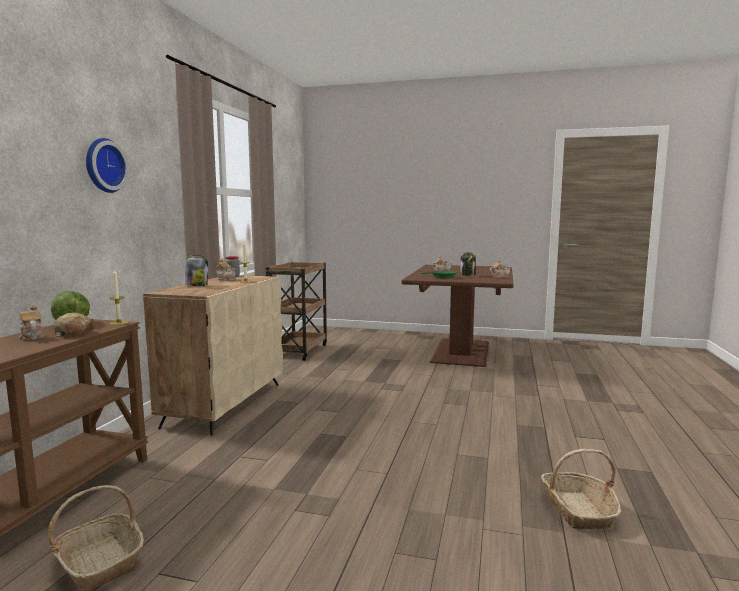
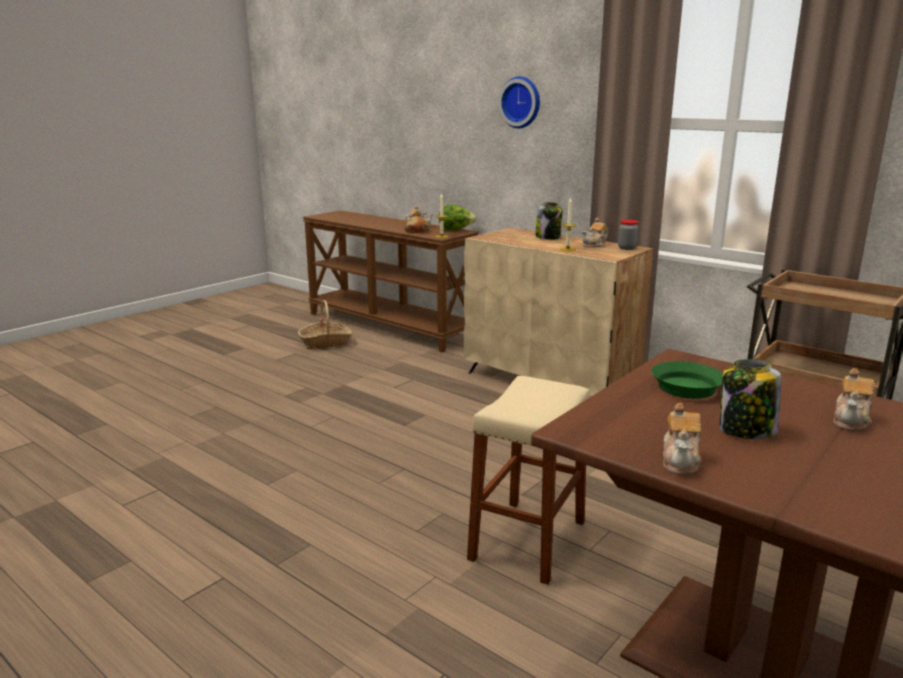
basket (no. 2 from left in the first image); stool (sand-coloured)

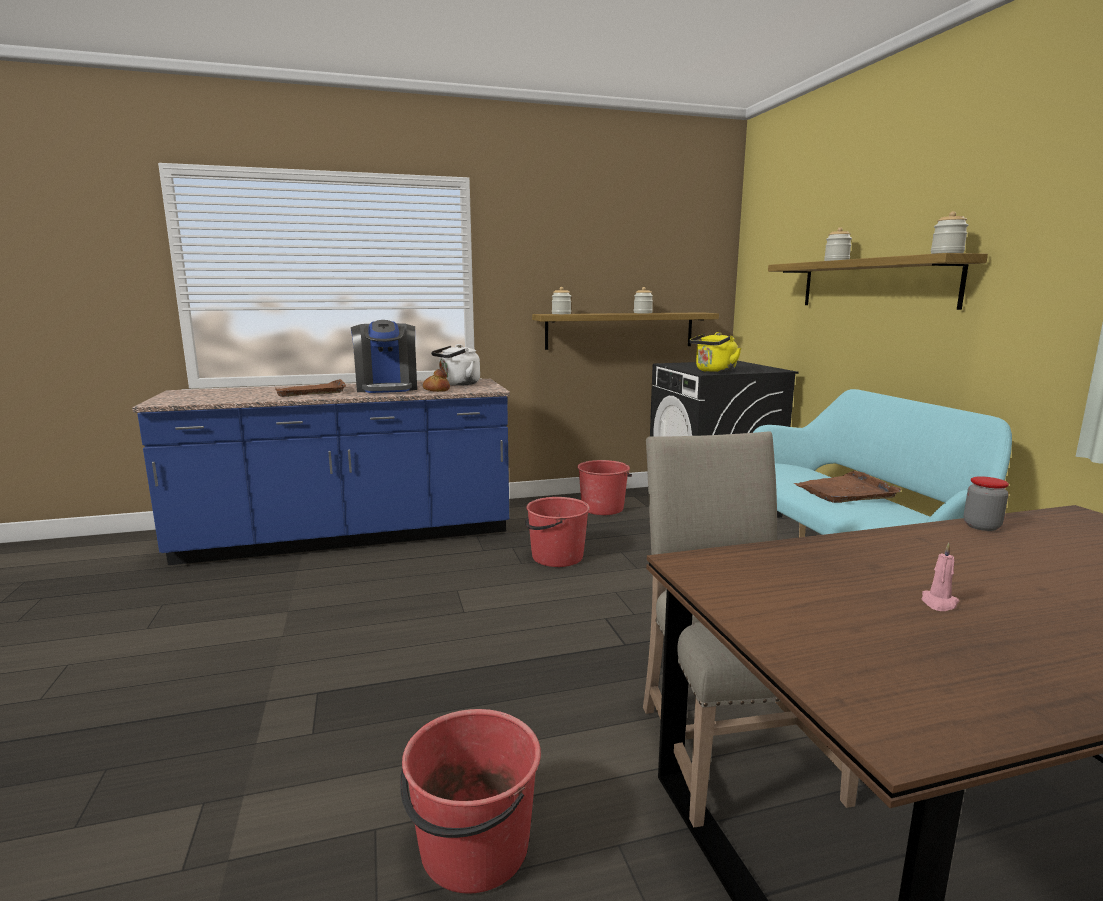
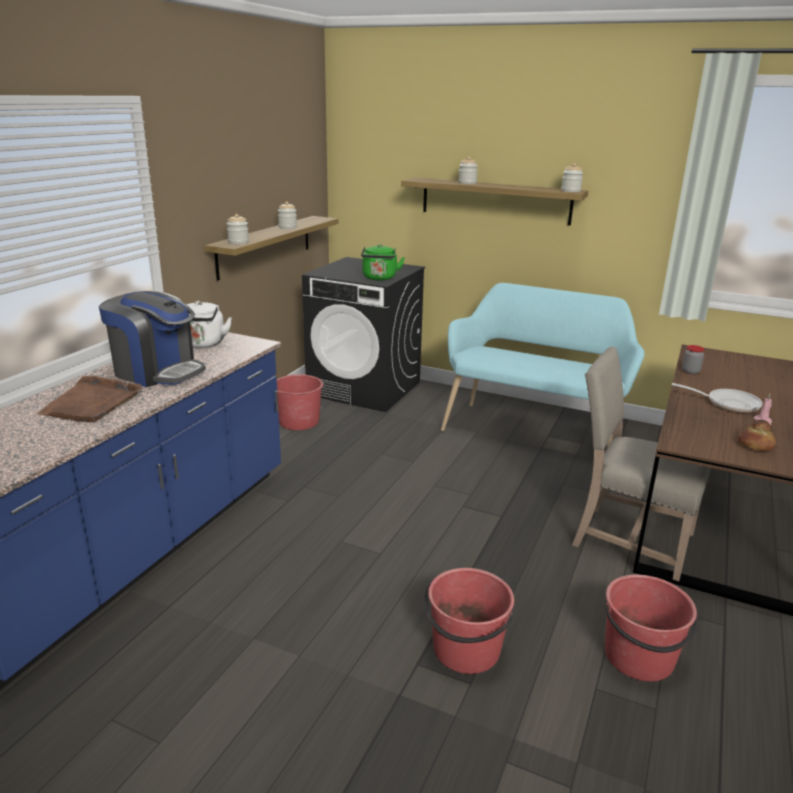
bakery bread; pail (reddish) (no. 2 from left); water kettle (green); tray (brown) (no. 2 from left in the first image); skillet

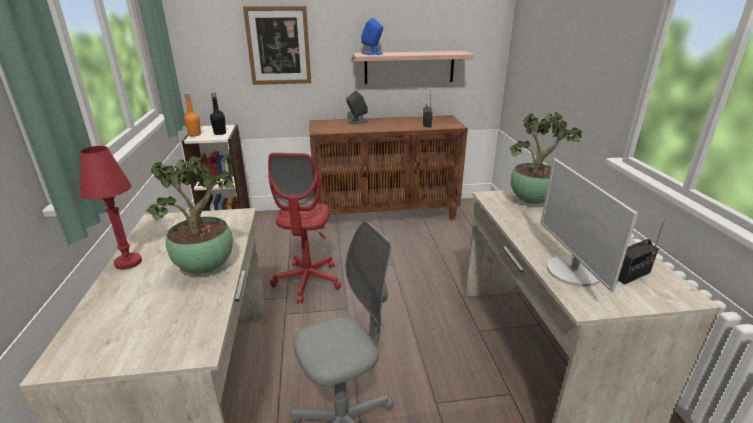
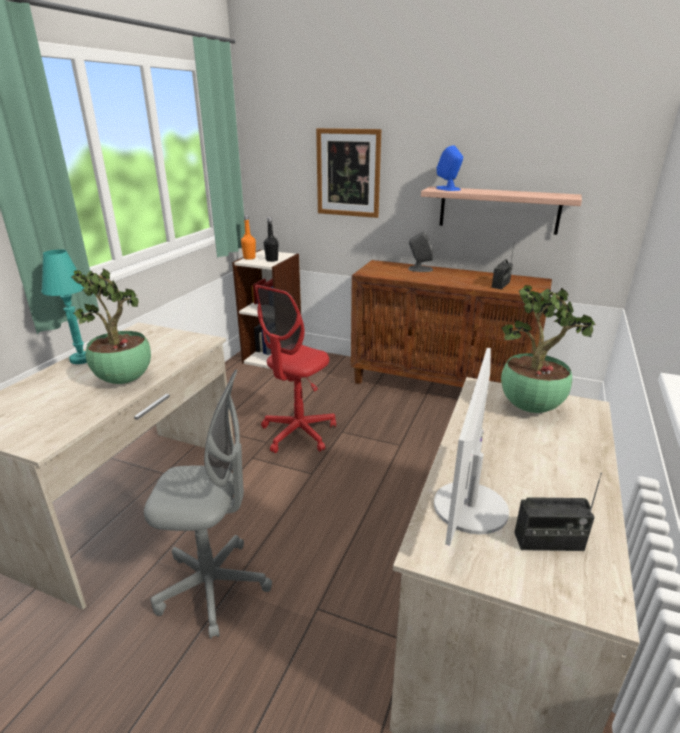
tabletop lamp (turquoise)

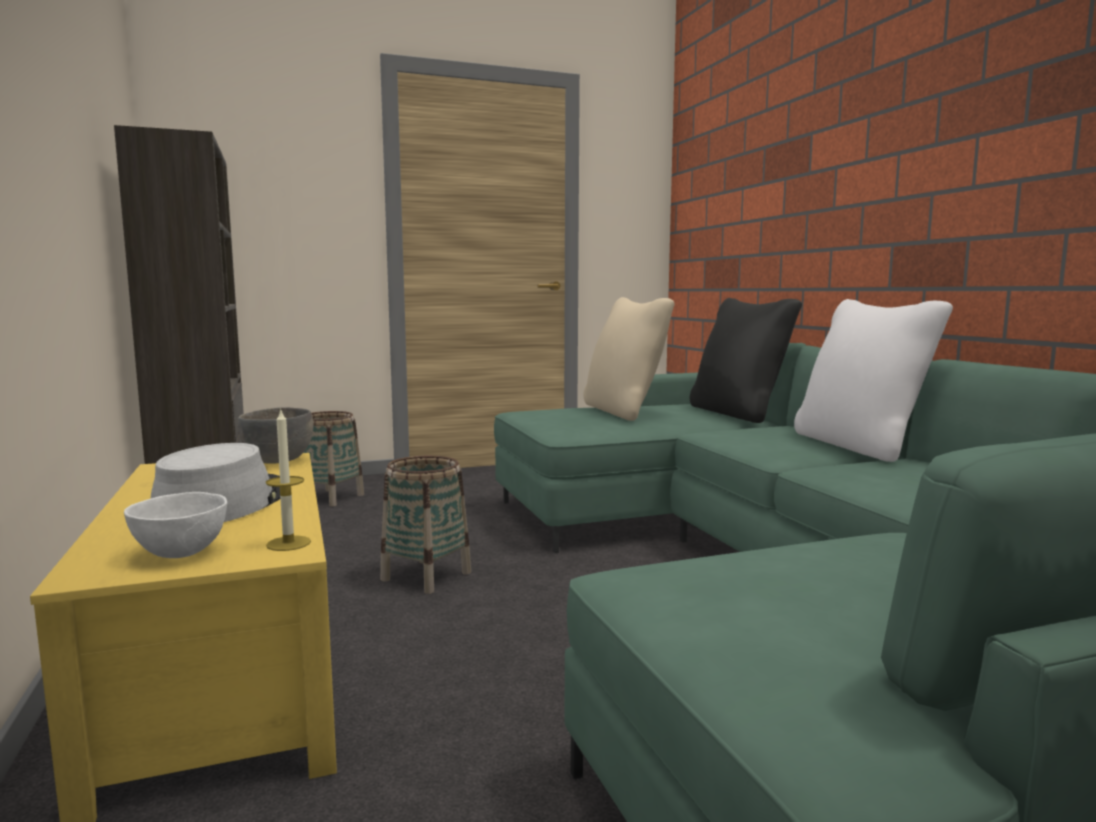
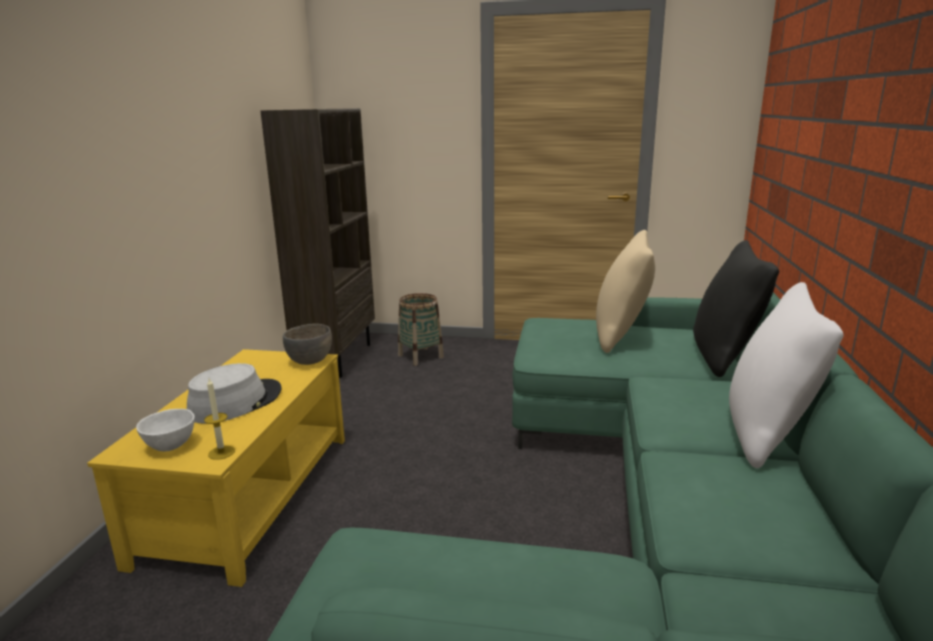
basket (no. 2 from left in the first image)

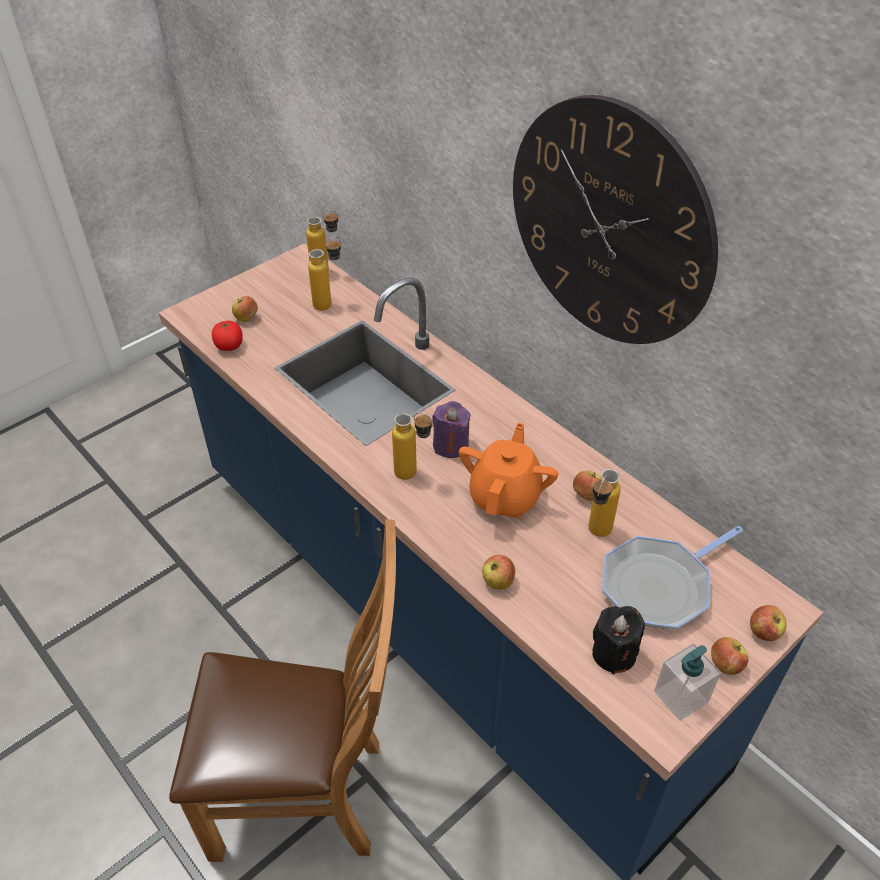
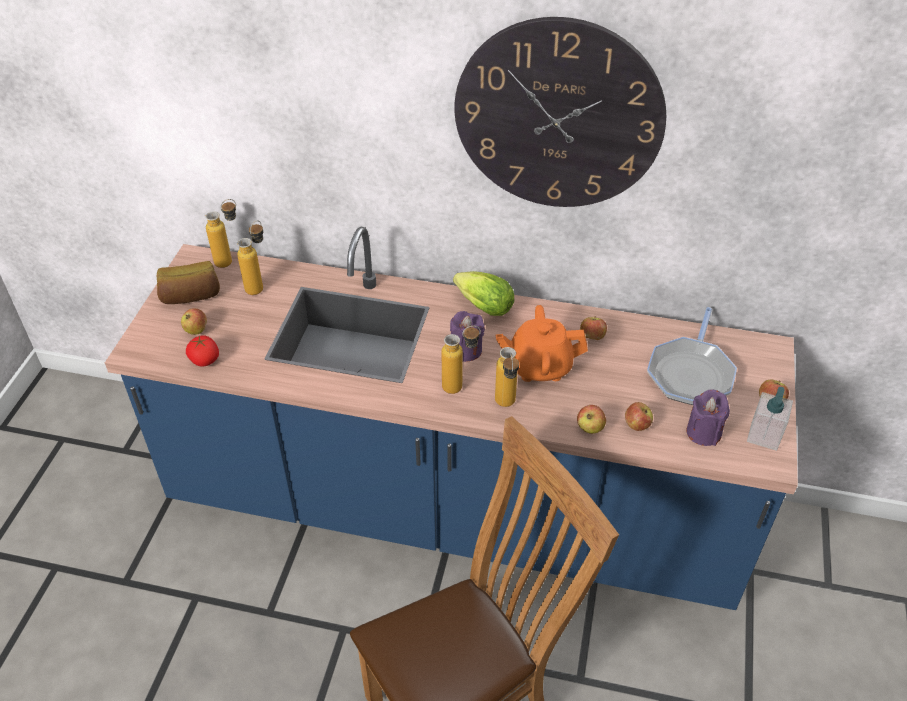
tea pot (orangey); drink bottle (no. 4 from left); candle (purplish) (no. 2 from left); whole apple (no. 4 from left); bakery bread; head of lettuce

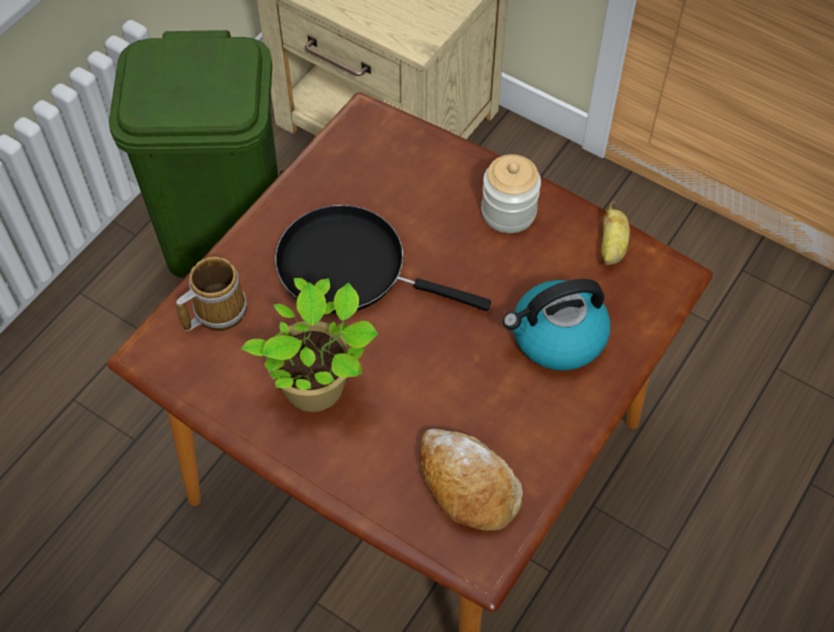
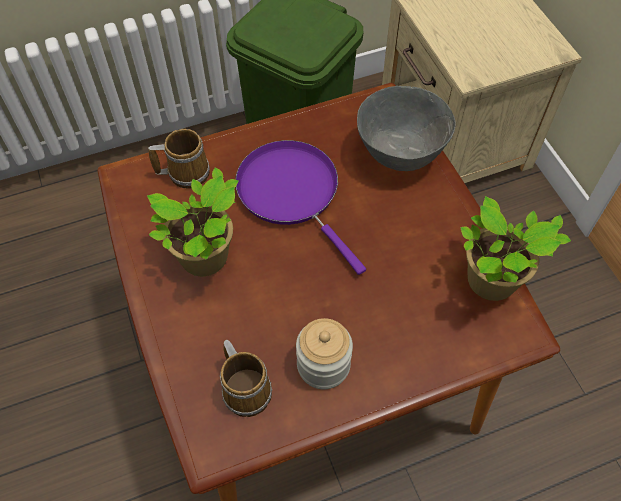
skillet (purplish); mug (no. 2 from left); jar; water kettle; potted plant (no. 2 from left); serving bowl (grey)

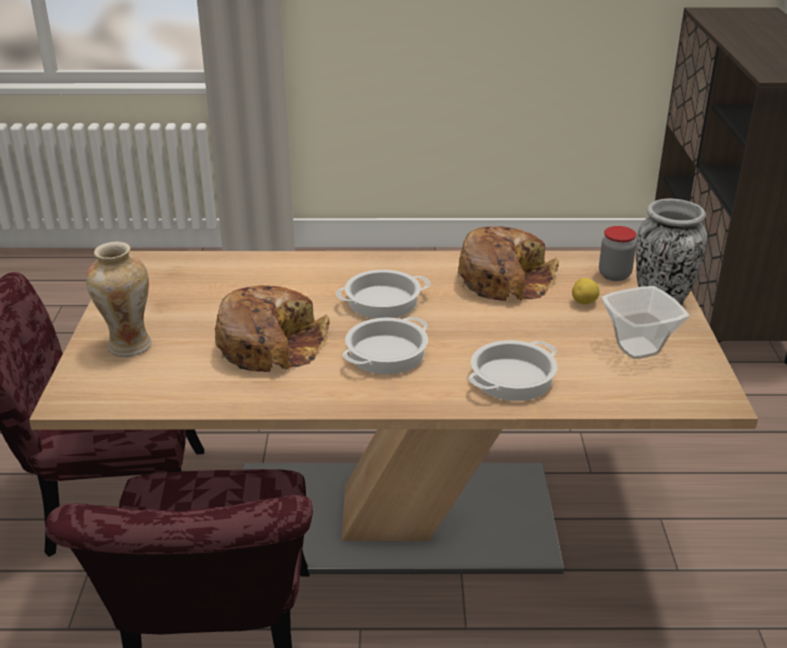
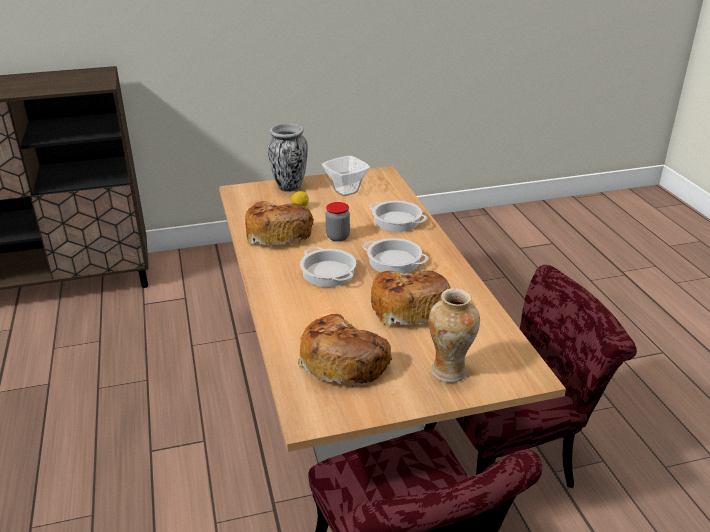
jar; bakery bread (no. 2 from left)

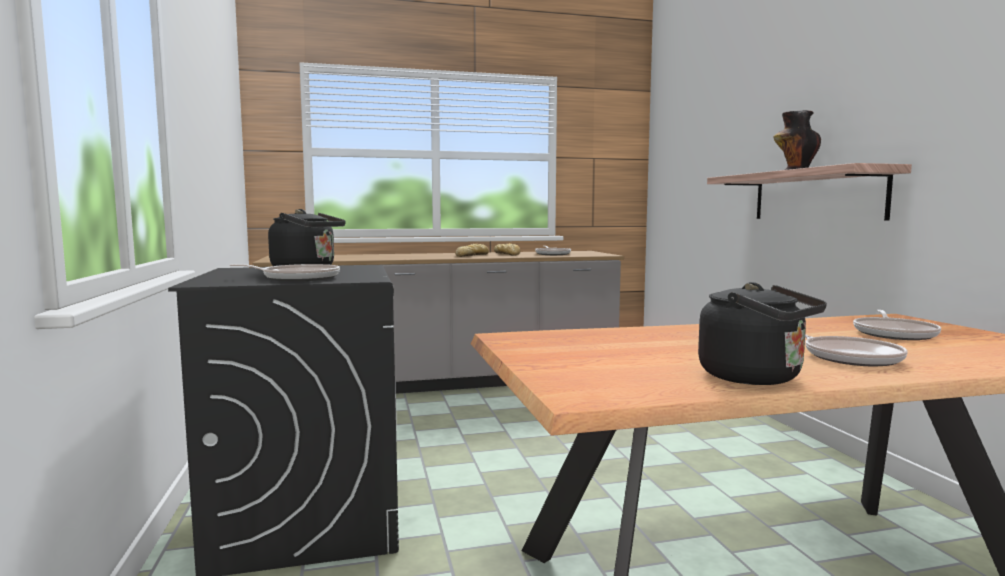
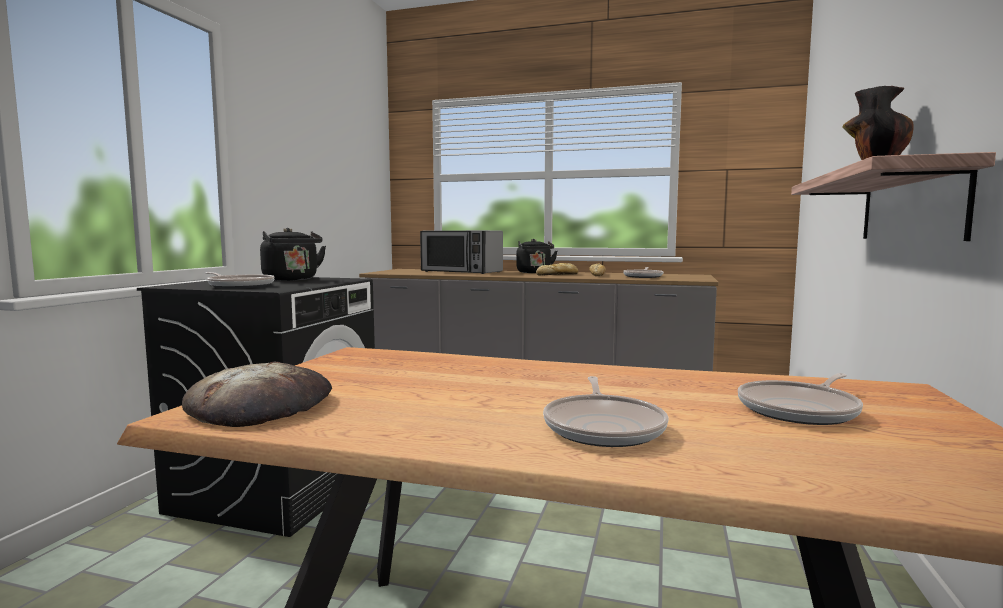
water kettle (black-coloured) (no. 2 from left); bakery bread (no. 1 from left); microwave oven

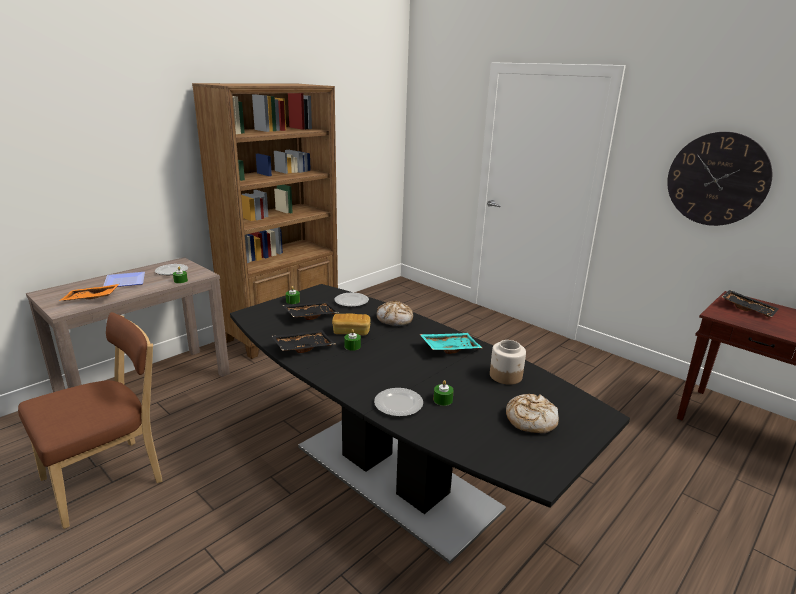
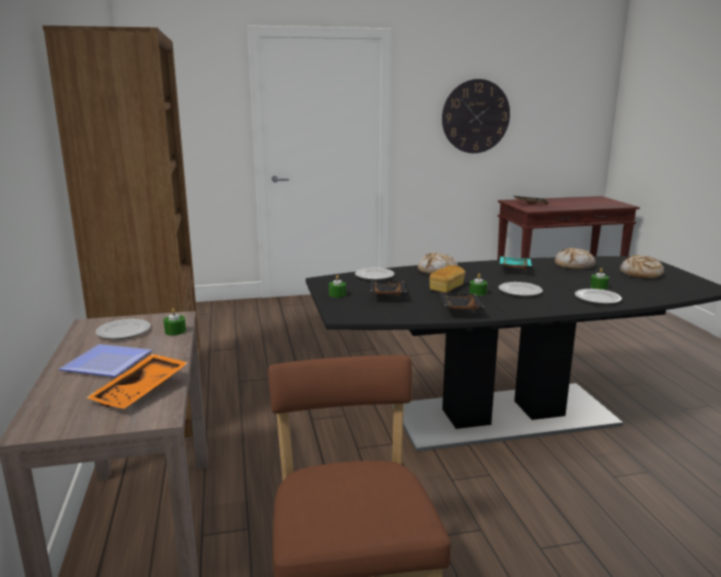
bakery bread (no. 3 from left); plate (no. 4 from left)

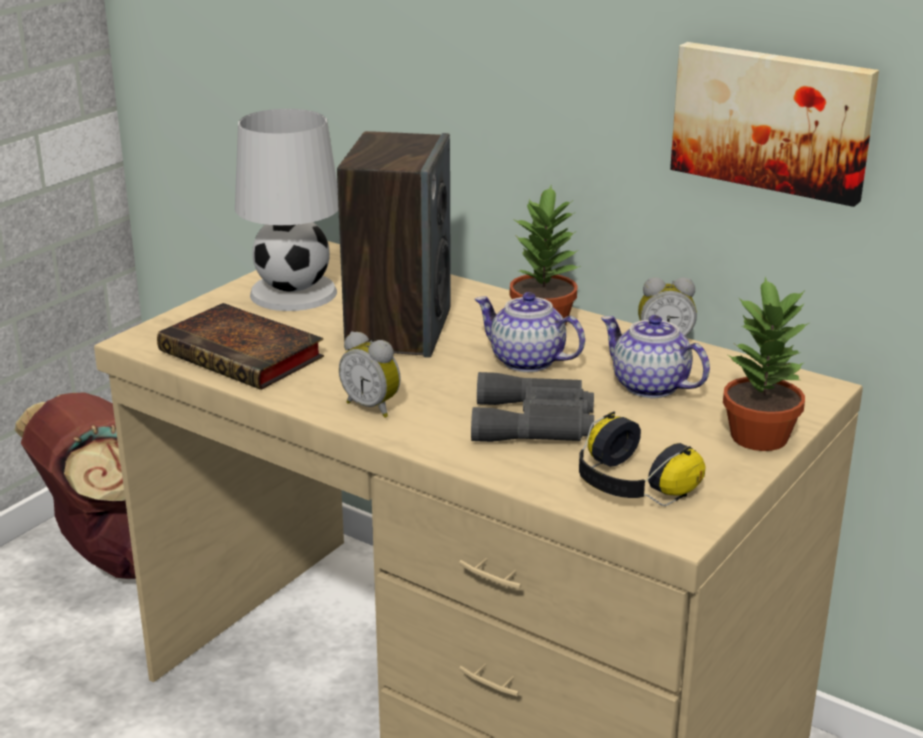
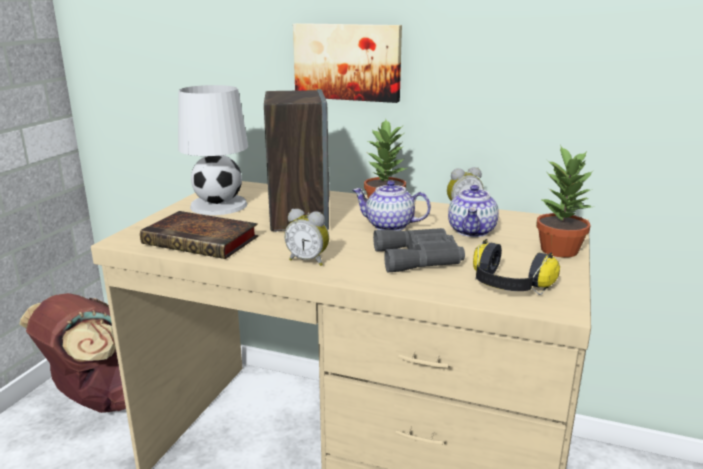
tea pot (no. 2 from left); picture

